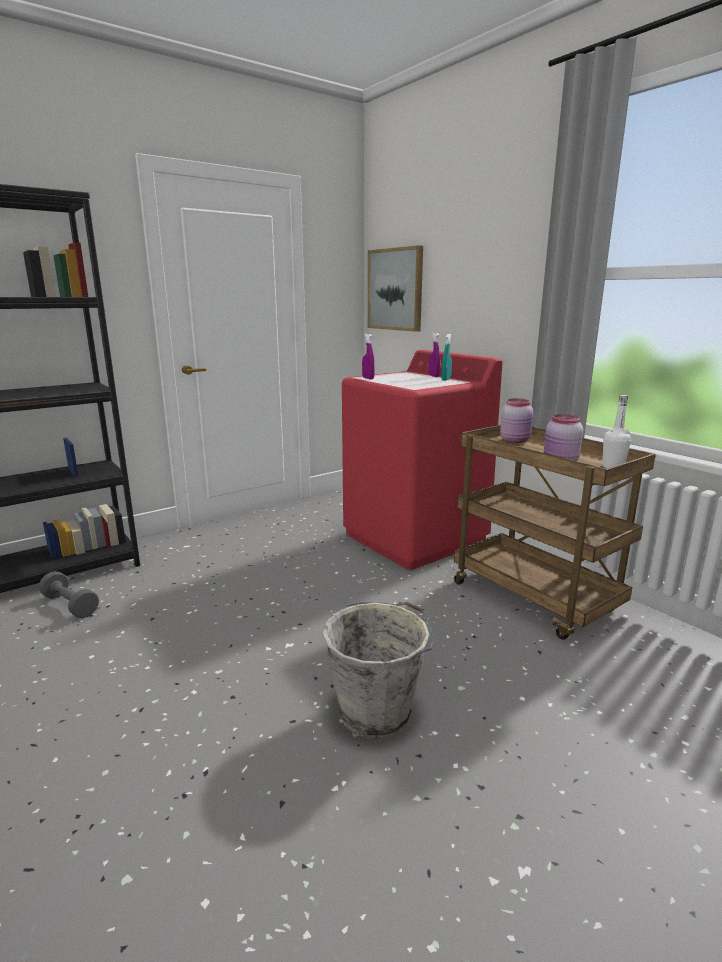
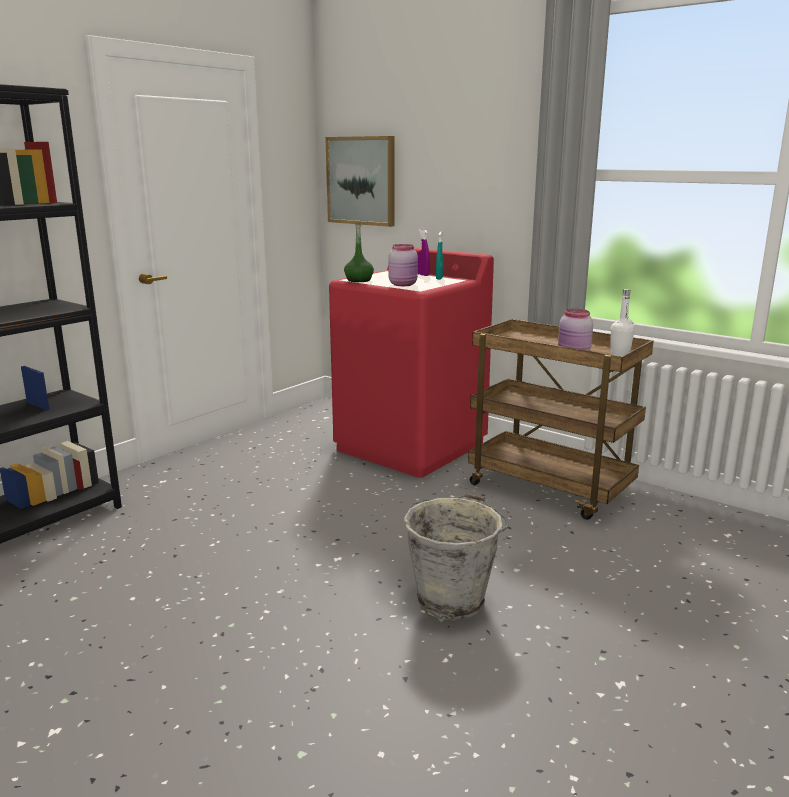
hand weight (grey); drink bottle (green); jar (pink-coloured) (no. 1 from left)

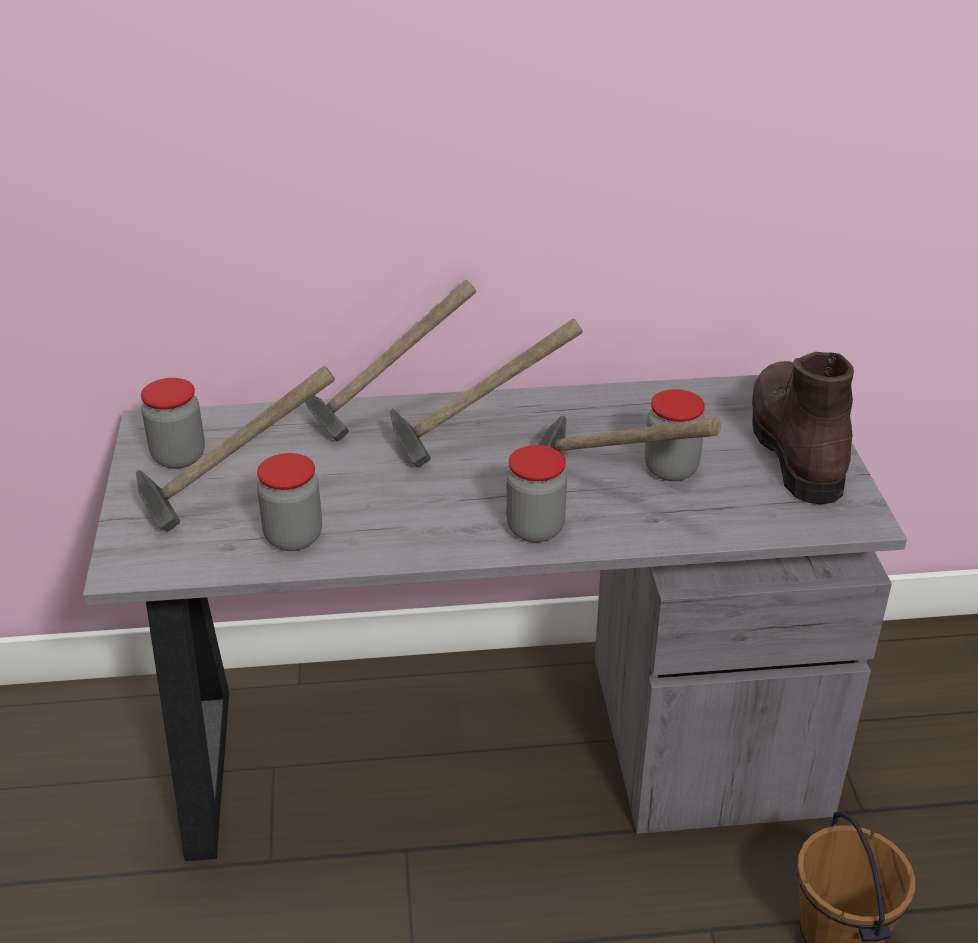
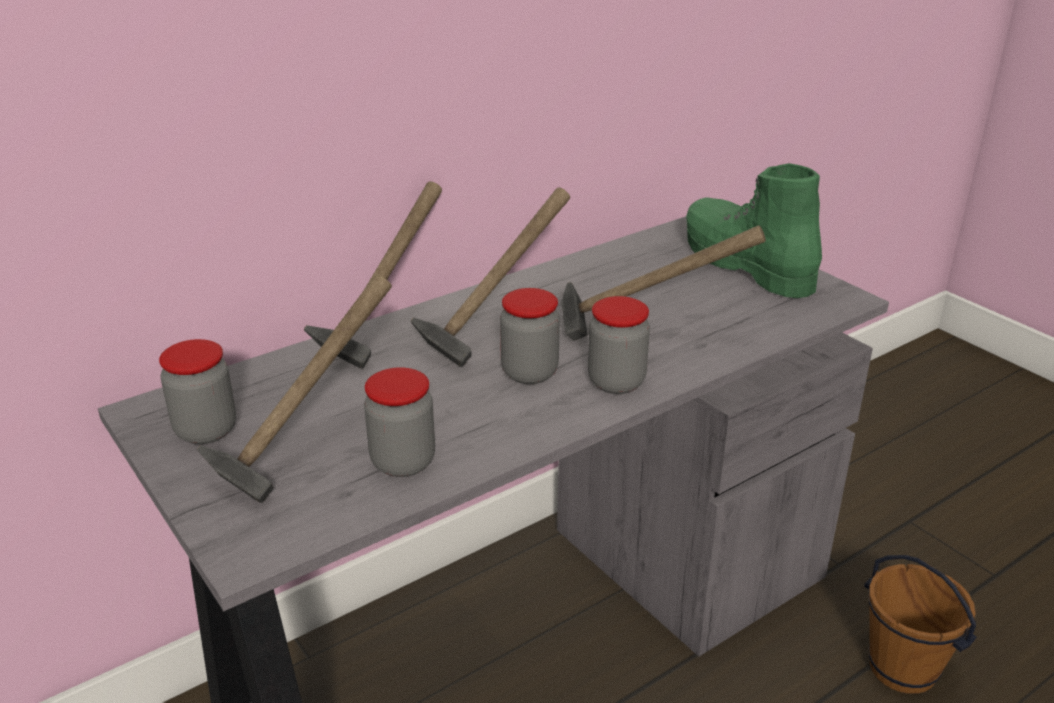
jar (no. 3 from left); boot (green)

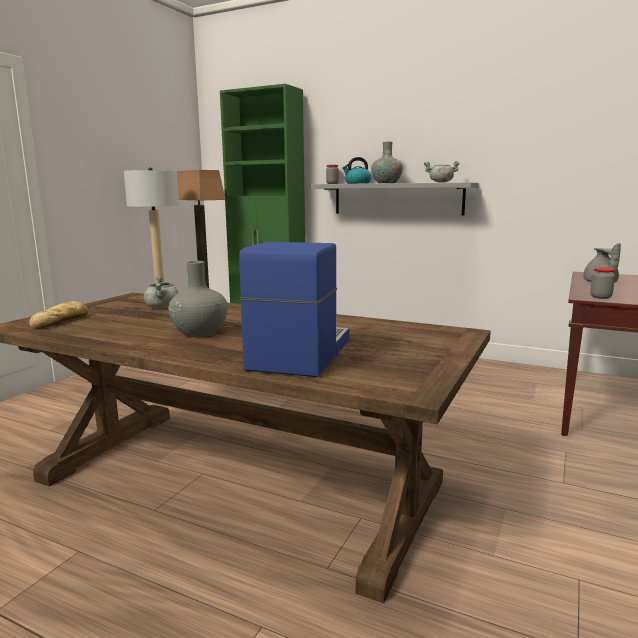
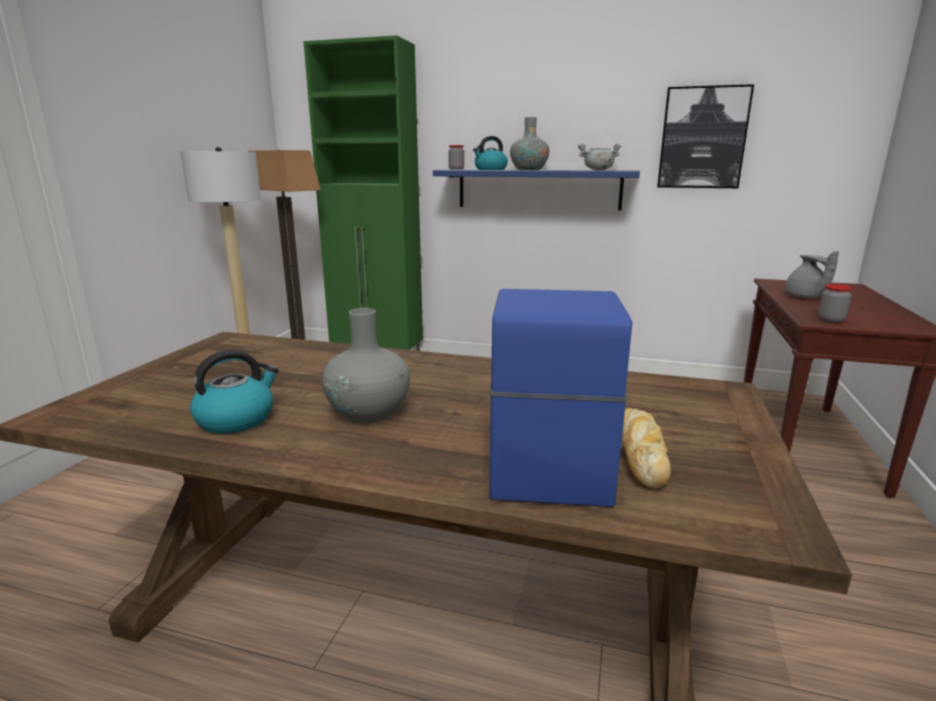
bakery bread; saucepot (grey) (no. 1 from left in the first image); wall shelf (bluish); water kettle (no. 1 from left); picture

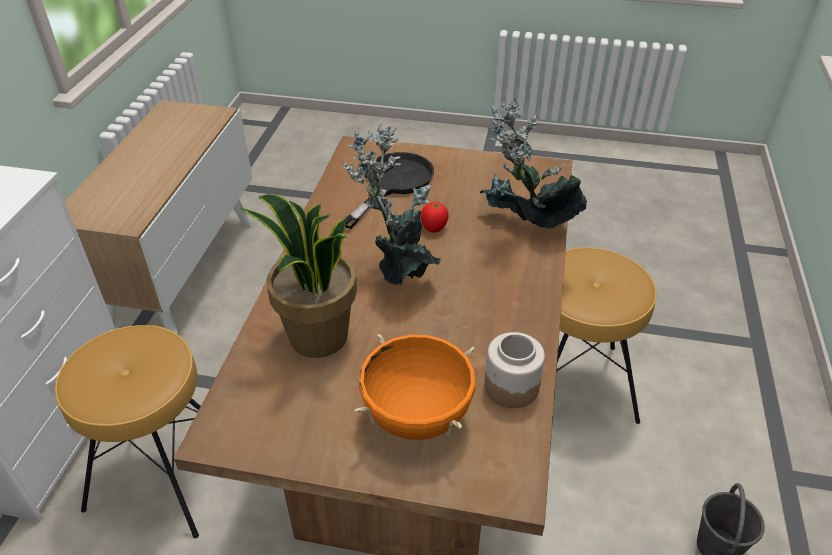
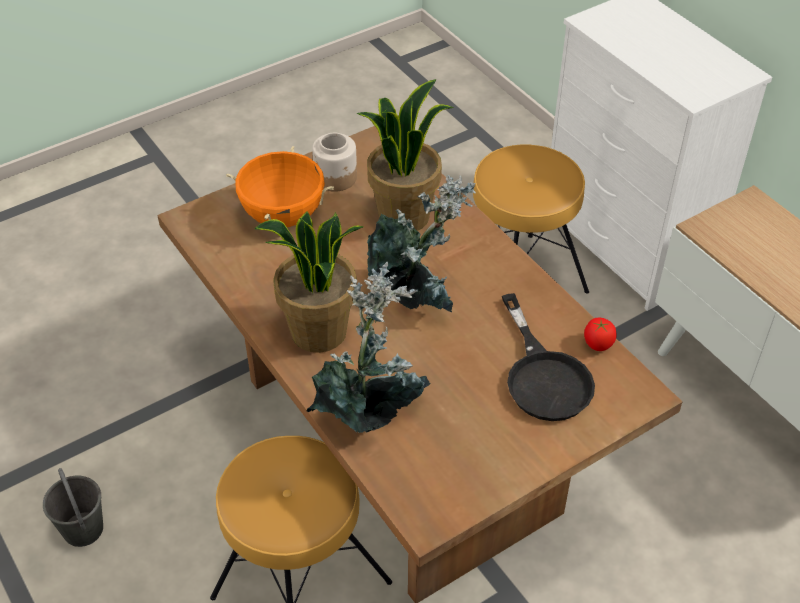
whole tomato; jar; potted plant (no. 1 from left)

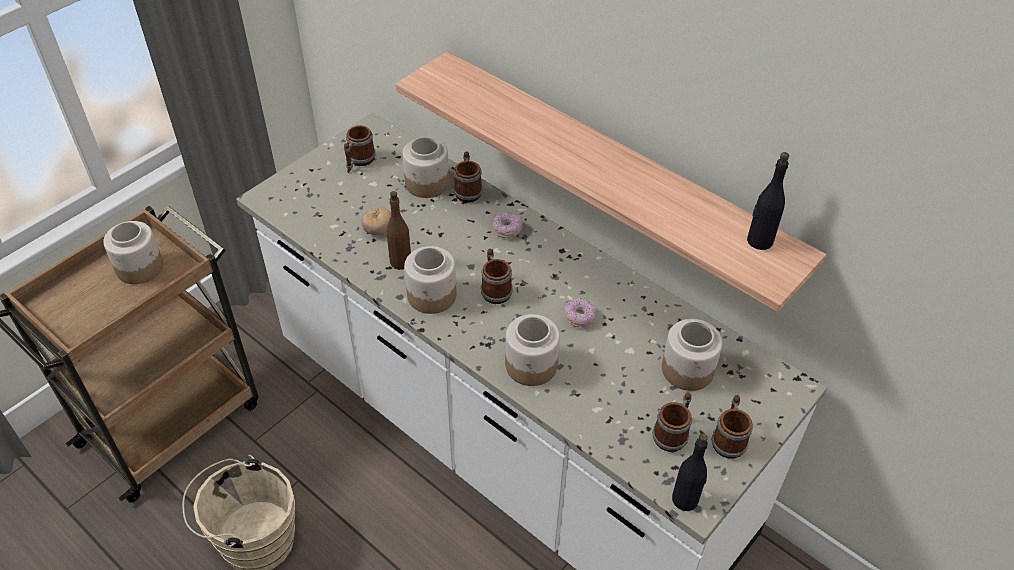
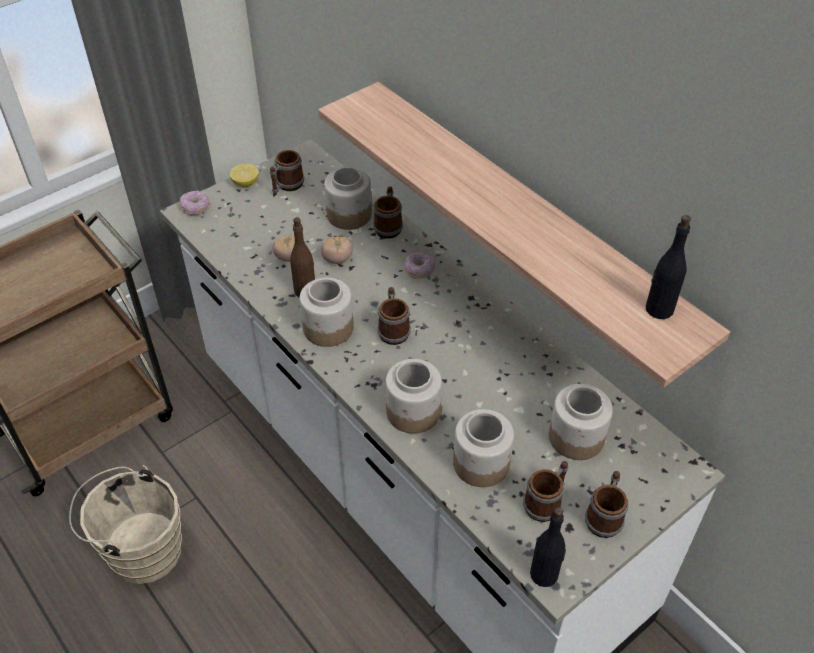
jar (no. 4 from left); ring doughnut (no. 1 from left); lemon; whole tomato (no. 2 from left)

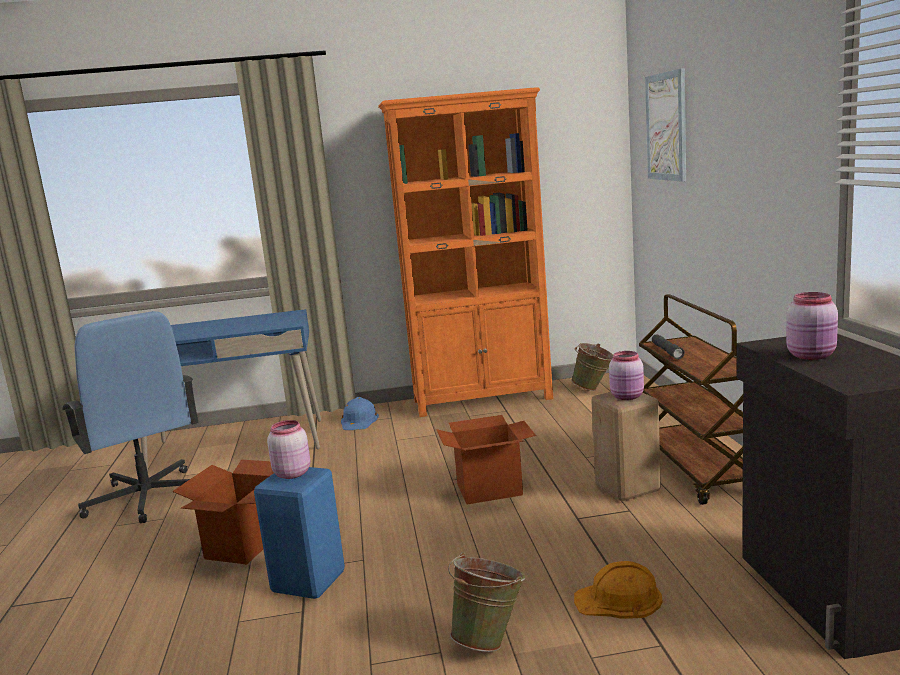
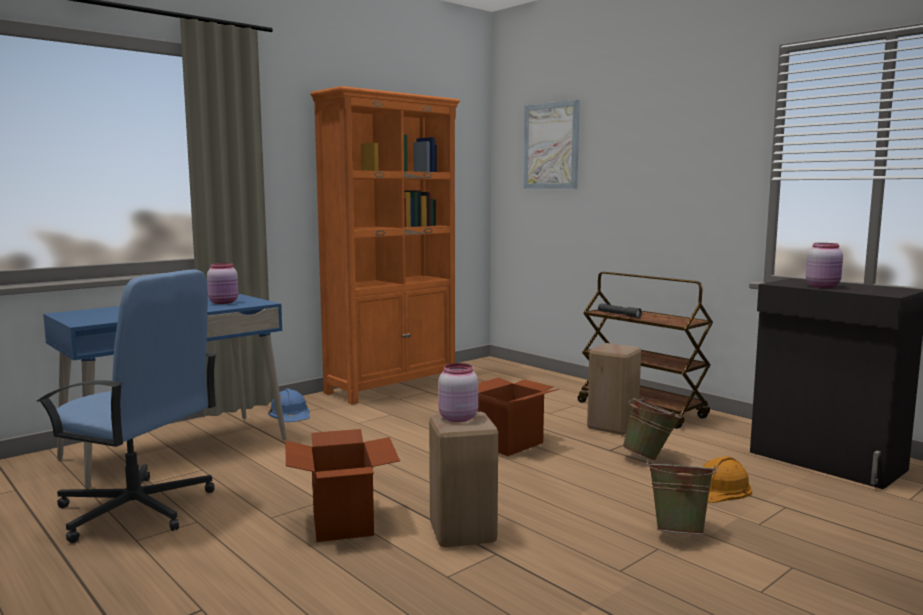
stool (sand-coloured) (no. 1 from left); pail (green) (no. 1 from left); jar (pink-coloured) (no. 1 from left)

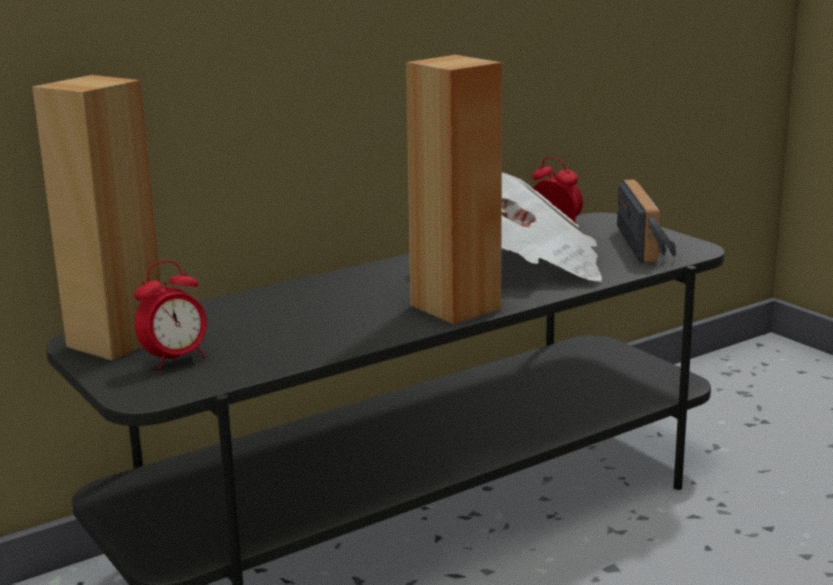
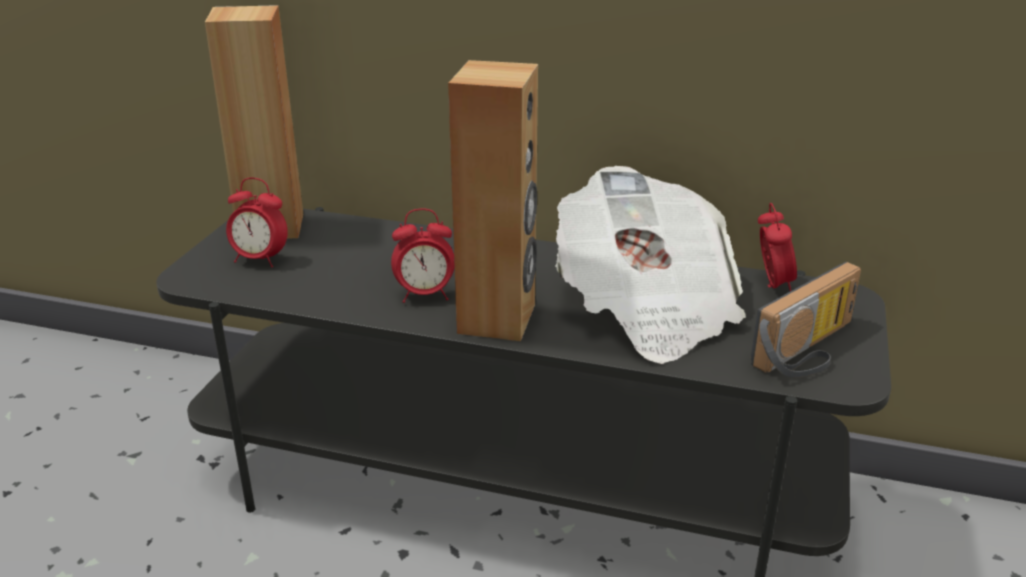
alarm clock (no. 2 from left)

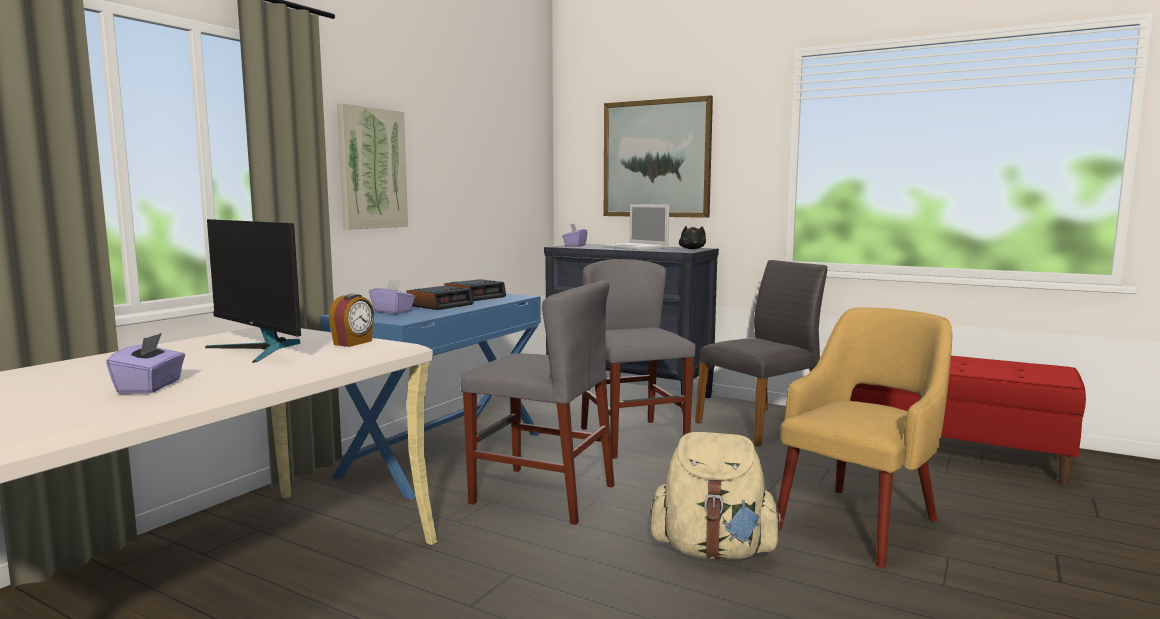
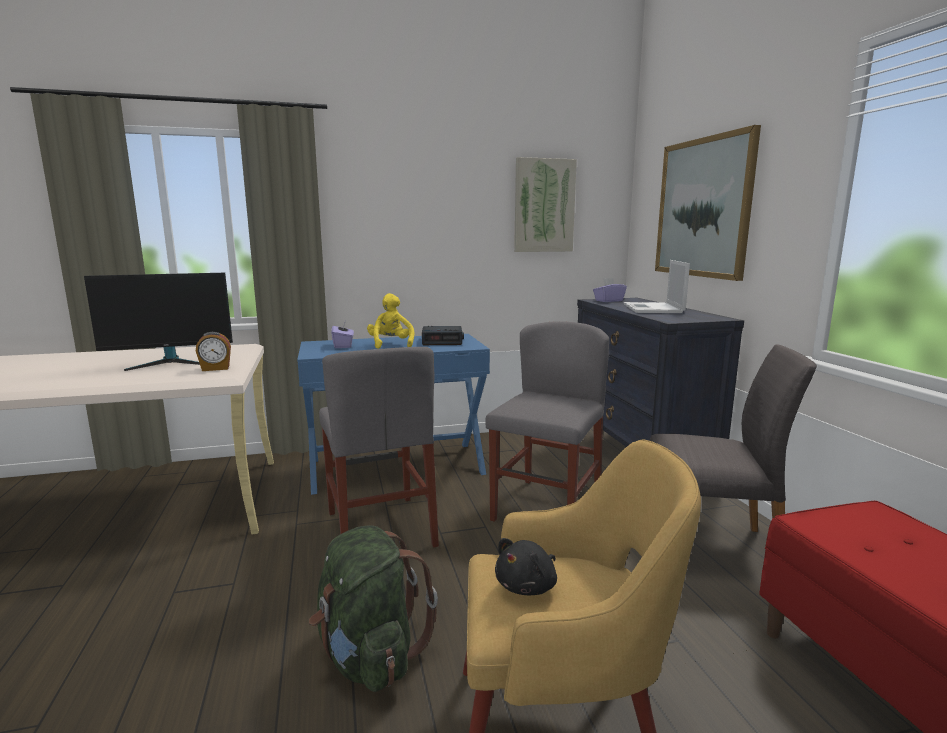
tissue holder (purplish) (no. 1 from left in the first image); computer screen; picture (no. 1 from left); soft toy (yellowish); backpack (green); soft toy (black-coloured)

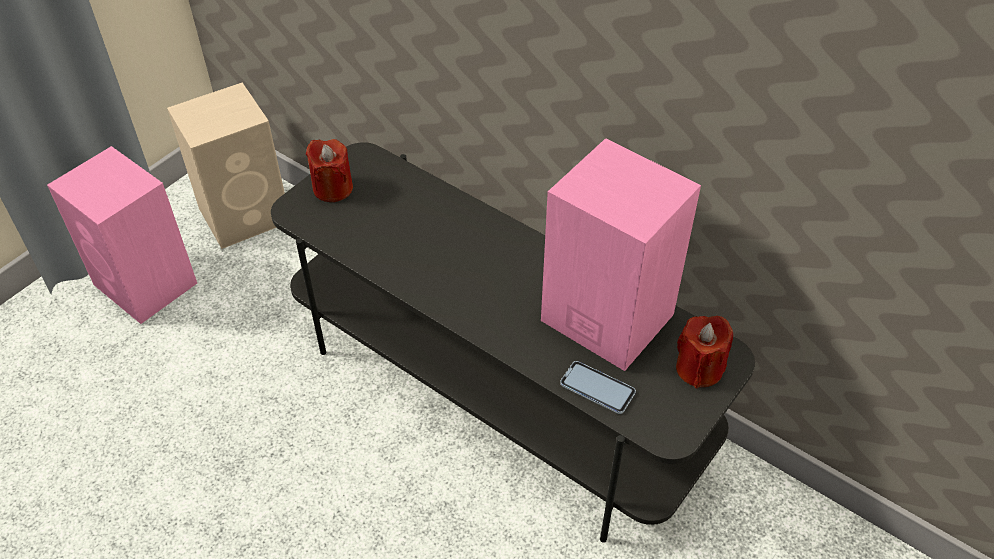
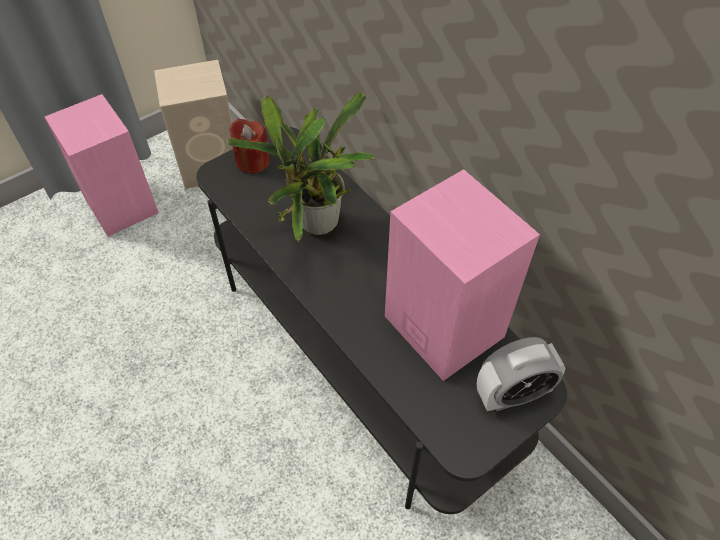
handset; alarm clock; potted plant

